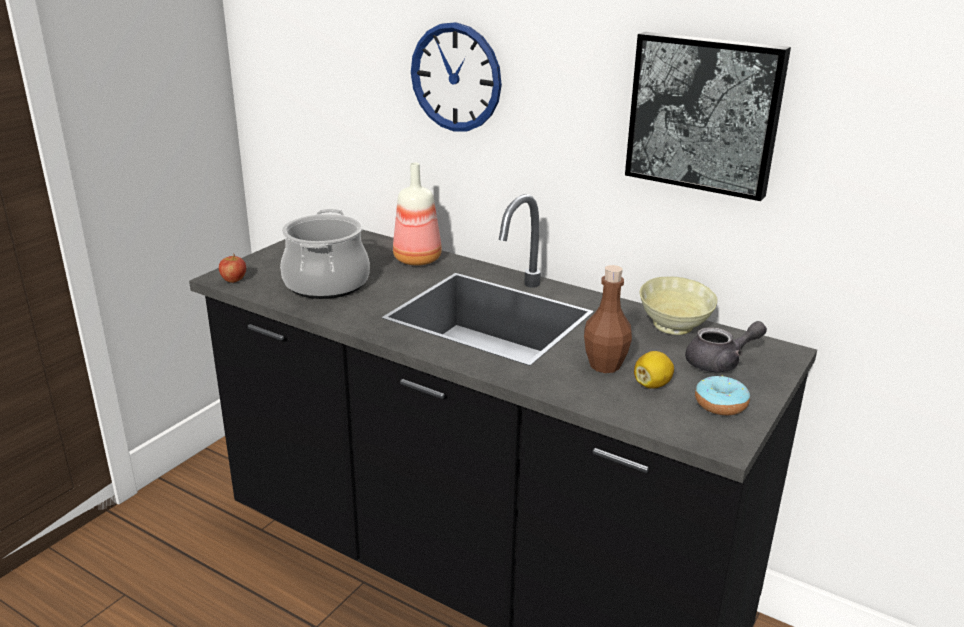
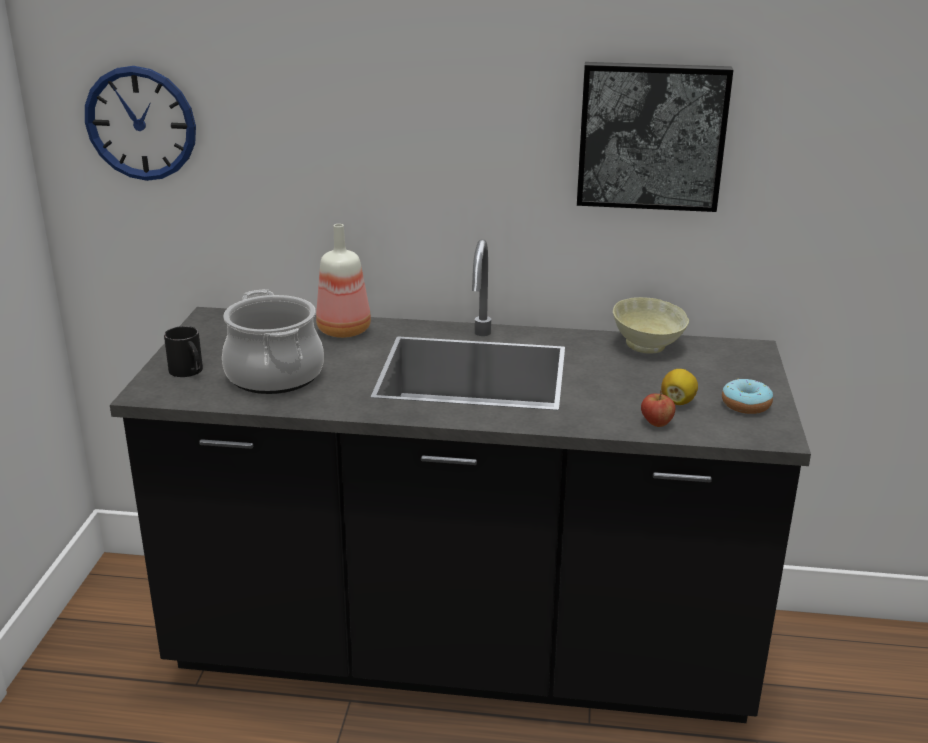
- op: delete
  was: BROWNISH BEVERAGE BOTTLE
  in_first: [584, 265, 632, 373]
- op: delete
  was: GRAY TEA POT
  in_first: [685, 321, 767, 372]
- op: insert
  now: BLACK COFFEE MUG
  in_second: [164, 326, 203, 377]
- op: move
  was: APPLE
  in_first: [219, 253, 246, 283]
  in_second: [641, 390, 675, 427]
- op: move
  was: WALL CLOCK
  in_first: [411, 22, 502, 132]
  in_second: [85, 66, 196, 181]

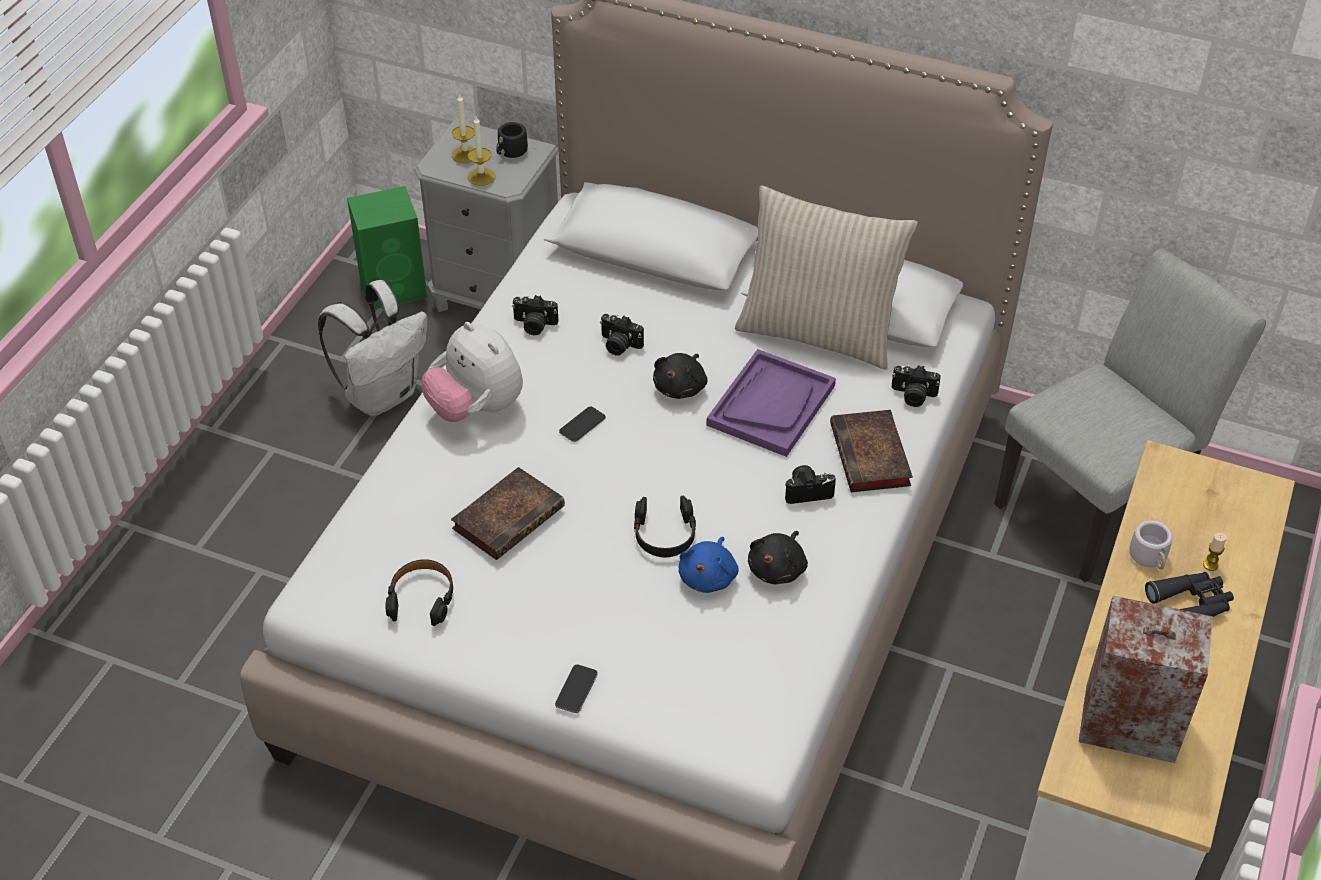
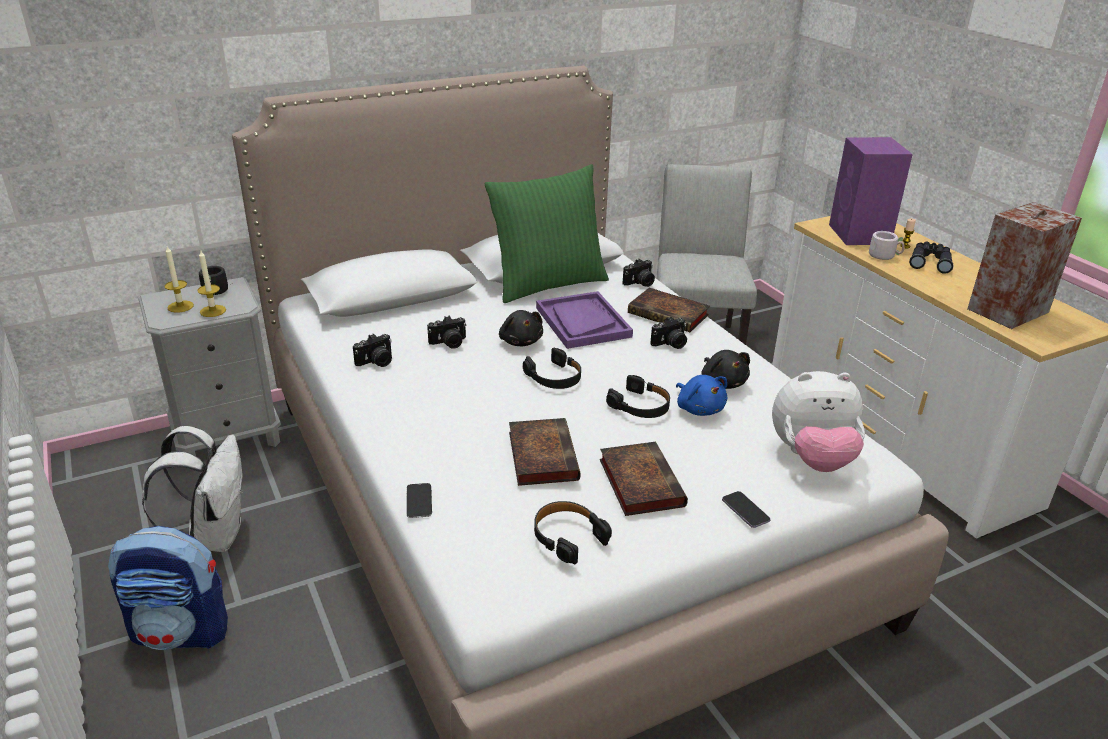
- op: delete
  was: GREENISH LOUDSPEAKER
  in_first: [347, 186, 428, 310]
- op: insert
  now: BACKPACK
  in_second: [108, 526, 228, 650]
- op: insert
  now: BLACK HEADSET
  in_second: [523, 348, 581, 389]
- op: insert
  now: BOUND BOOK
  in_second: [600, 442, 688, 516]
- op: insert
  now: PURPLE-COLOURED LOUDSPEAKER
  in_second: [829, 137, 913, 245]
- op: move
  was: PLUSH TOY
  in_first: [421, 322, 523, 422]
  in_second: [772, 371, 865, 472]
- op: move
  was: HANDSET
  in_first: [559, 406, 606, 442]
  in_second: [406, 483, 432, 518]
- op: recolor
  was: BEIGE CUSHION
  now: GREENISH CUSHION
  in_first: [735, 186, 918, 370]
  in_second: [485, 164, 609, 303]
- op: rotate
  was: PHOTO CAMERA
  in_first: [785, 465, 836, 504]
  in_second: [650, 317, 687, 349]
  clockwise: -150

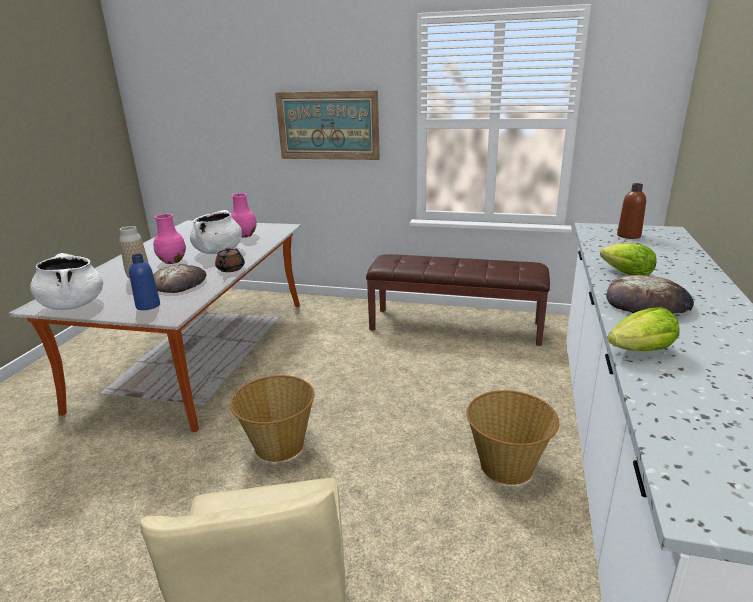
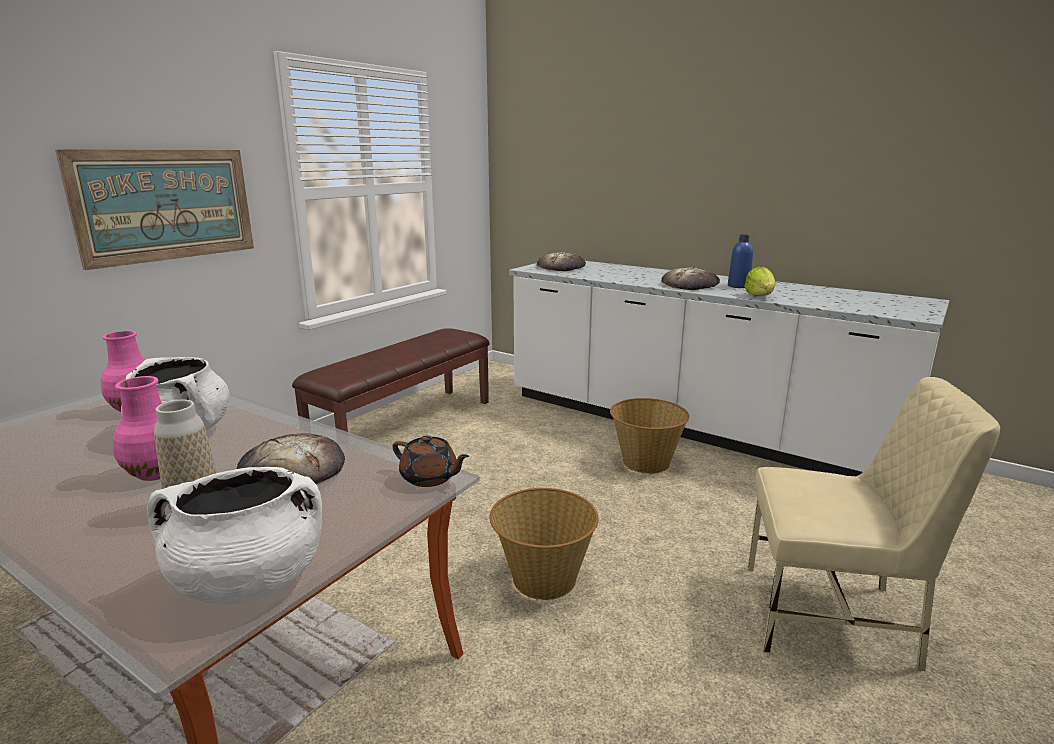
- op: delete
  was: LETTUCE
  in_first: [600, 243, 657, 275]
- op: move
  was: BLUE BEVERAGE BOTTLE
  in_first: [129, 254, 160, 310]
  in_second: [728, 235, 753, 288]
- op: move
  was: BROWNISH TEA POT
  in_first: [215, 247, 245, 272]
  in_second: [392, 435, 469, 487]
- op: replace
  was: BROWNISH BEVERAGE BOTTLE
  now: BAKED BREAD
  in_first: [617, 183, 646, 239]
  in_second: [537, 252, 586, 271]

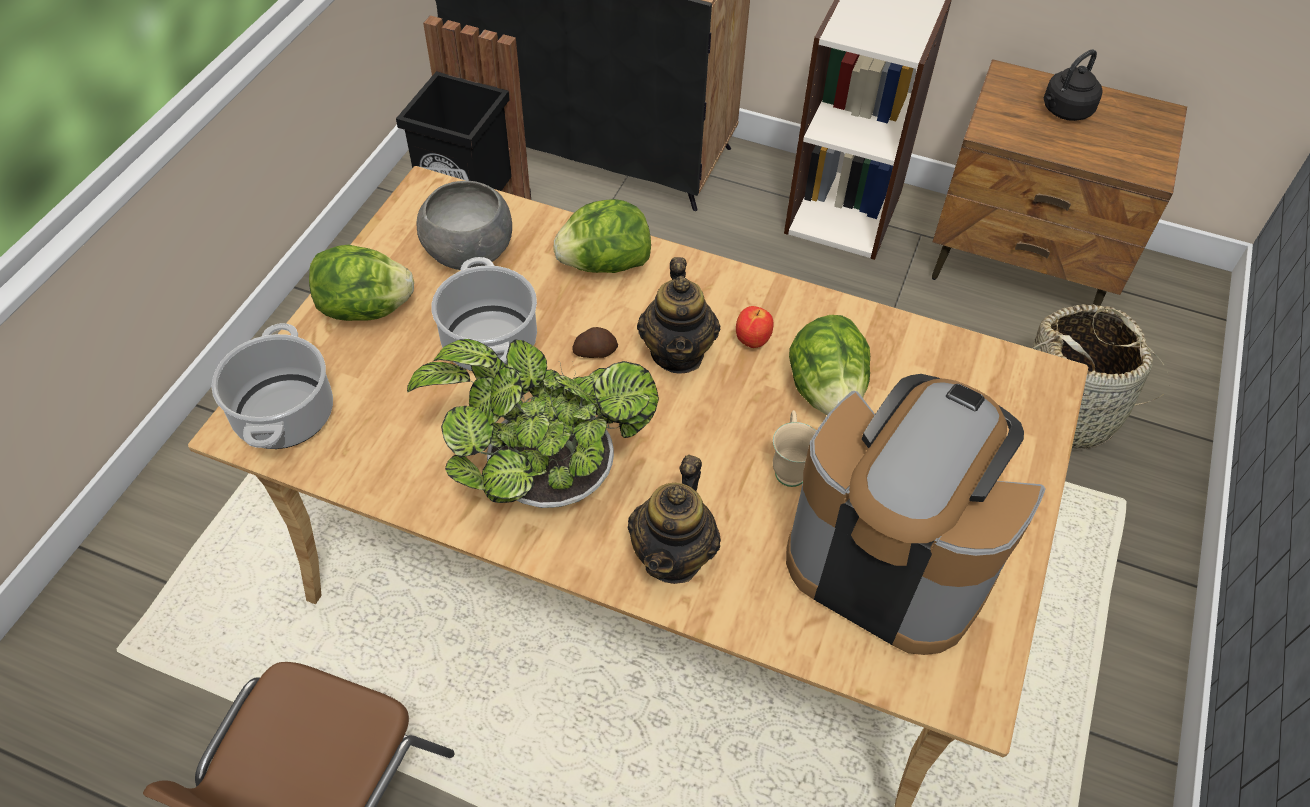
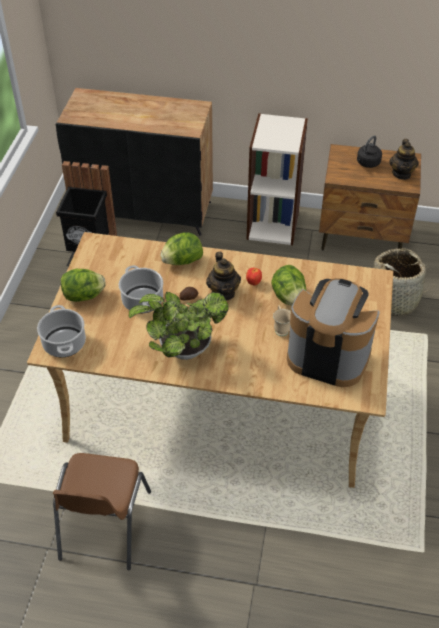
- op: delete
  was: GRAY BOWL
  in_first: [416, 181, 512, 270]
- op: move
  was: TEA POT
  in_first: [628, 455, 721, 584]
  in_second: [389, 139, 419, 180]

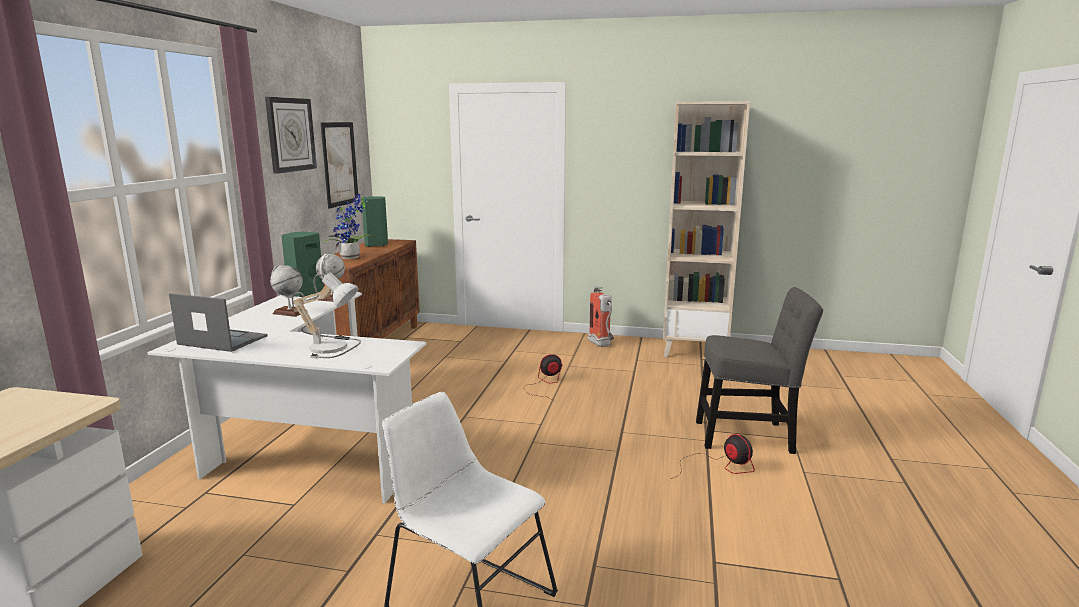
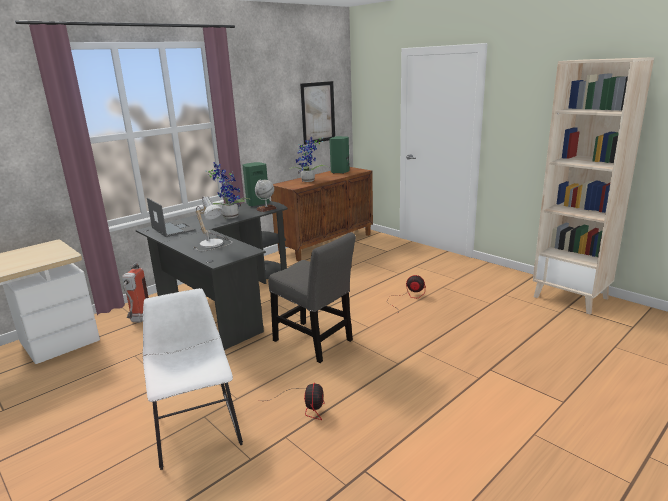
- op: delete
  was: WALL CLOCK
  in_first: [265, 97, 317, 174]
- op: move
  was: FIRE-FIGHTING CYLINDER
  in_first: [588, 286, 614, 347]
  in_second: [122, 263, 149, 322]
- op: move
  was: COOLING FAN
  in_first: [670, 434, 755, 479]
  in_second: [267, 383, 325, 420]
- op: move
  was: GRAY CHAIR
  in_first: [696, 287, 823, 454]
  in_second: [268, 232, 356, 363]
- op: replace
  was: GLOBE
  now: POTTED PLANT
  in_first: [270, 264, 308, 317]
  in_second: [205, 162, 251, 218]
- op: recolor
  was: WHITE DESK TABLE
  now: BLACK DESK TABLE
  in_first: [147, 292, 426, 504]
  in_second: [136, 201, 288, 350]

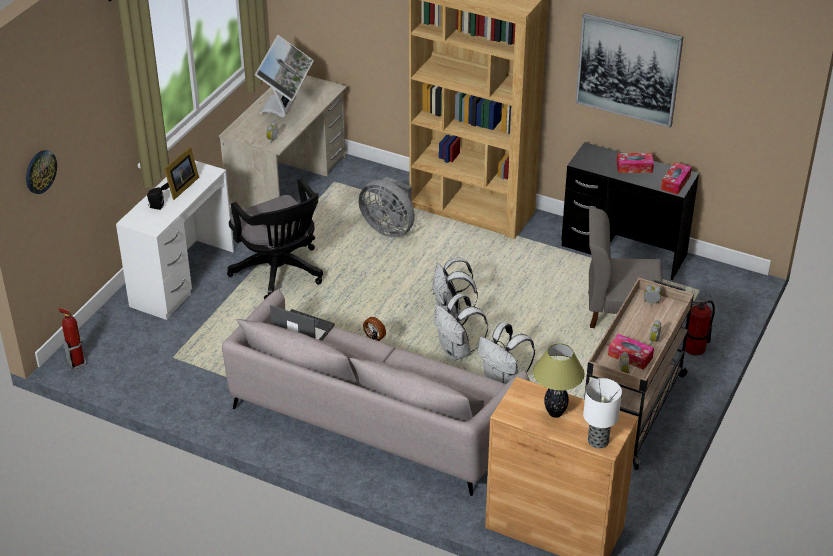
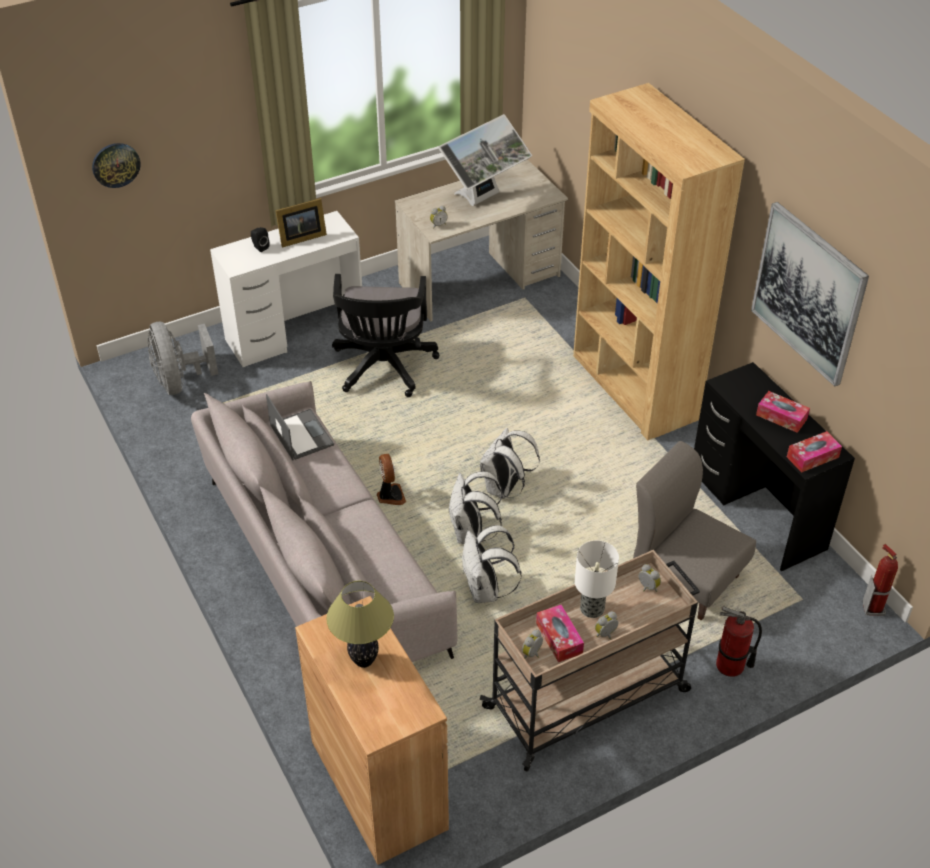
- op: move
  was: FIRE-FIGHTING CYLINDER
  in_first: [58, 308, 87, 370]
  in_second: [863, 544, 898, 616]
- op: move
  was: GRAY COOLING FAN
  in_first: [358, 177, 415, 238]
  in_second: [148, 322, 218, 395]
- op: move
  was: TABLETOP LAMP
  in_first: [583, 378, 622, 449]
  in_second: [575, 540, 619, 618]

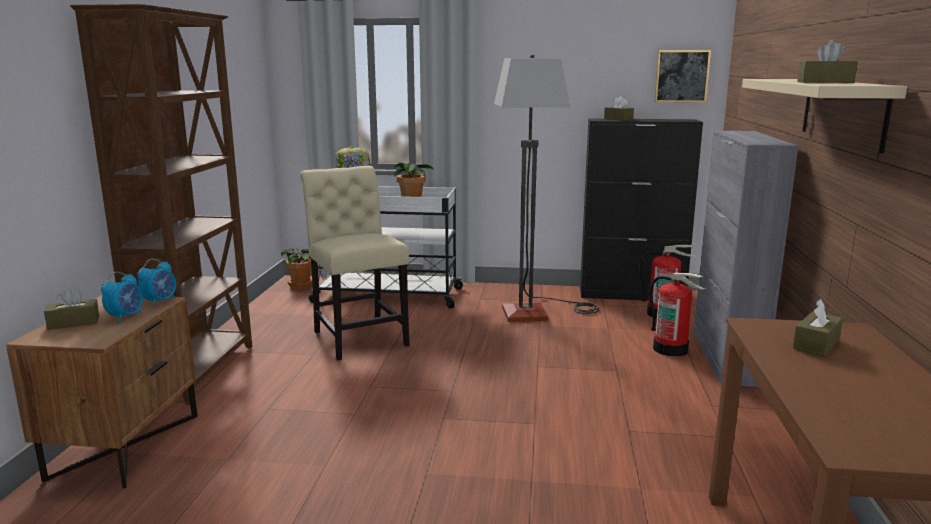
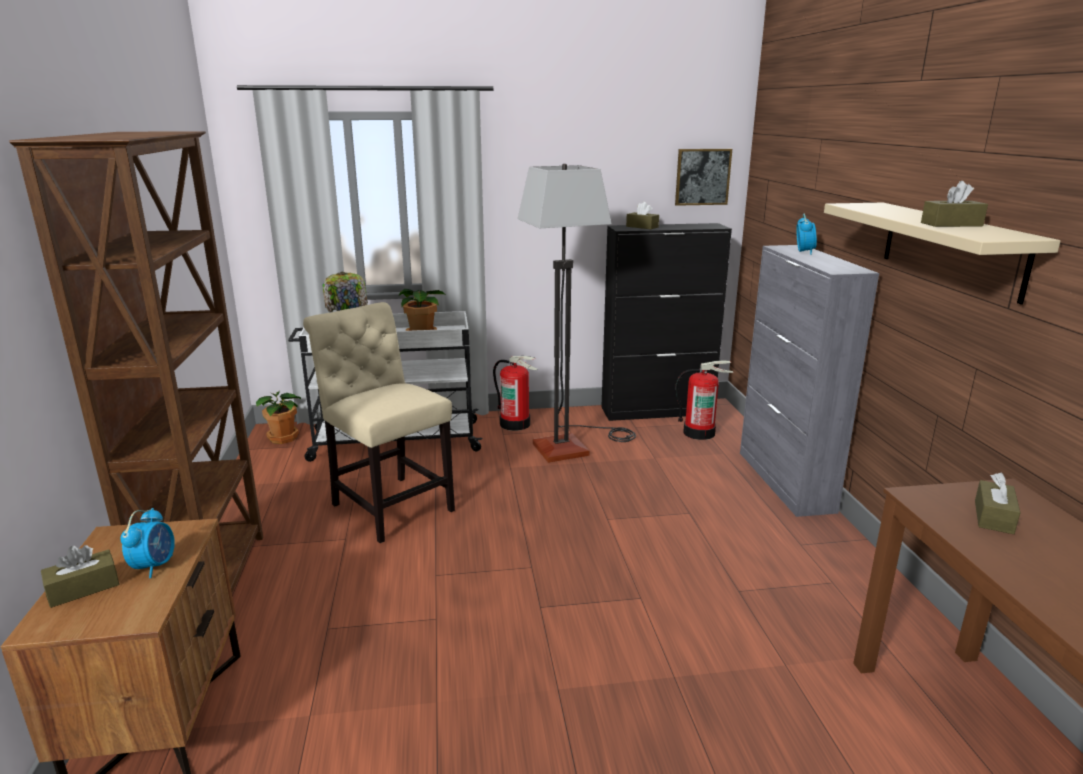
- op: move
  was: ALARM CLOCK
  in_first: [137, 259, 176, 307]
  in_second: [796, 214, 817, 255]
- op: move
  was: FIRE-FIGHTING CYLINDER
  in_first: [650, 273, 705, 357]
  in_second: [493, 356, 538, 431]

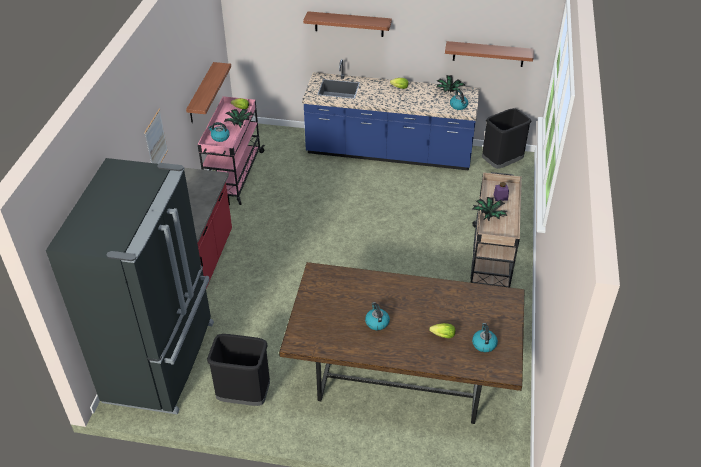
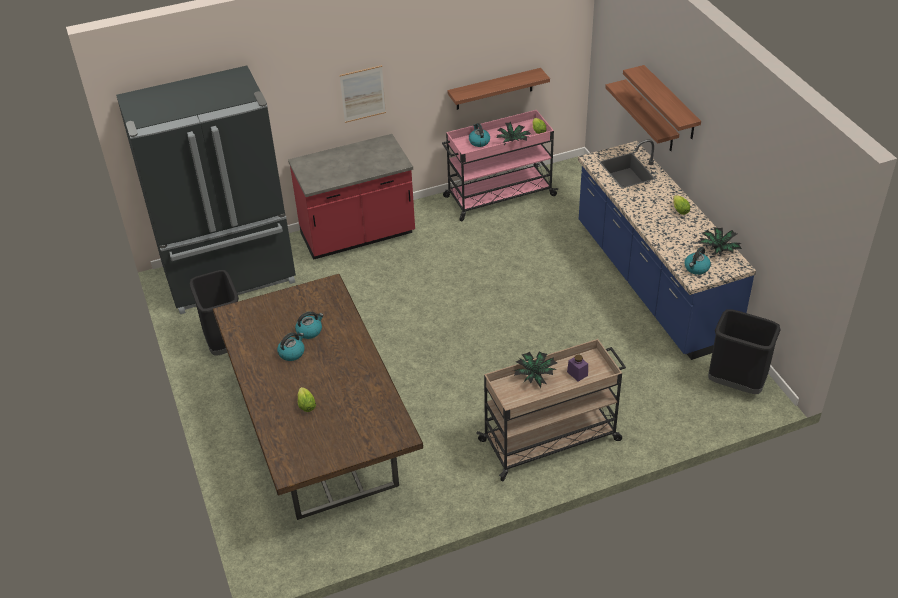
- op: move
  was: SHELF
  in_first: [445, 41, 534, 67]
  in_second: [605, 79, 679, 151]
- op: move
  was: TEA KETTLE
  in_first: [472, 323, 498, 352]
  in_second: [295, 311, 324, 339]

